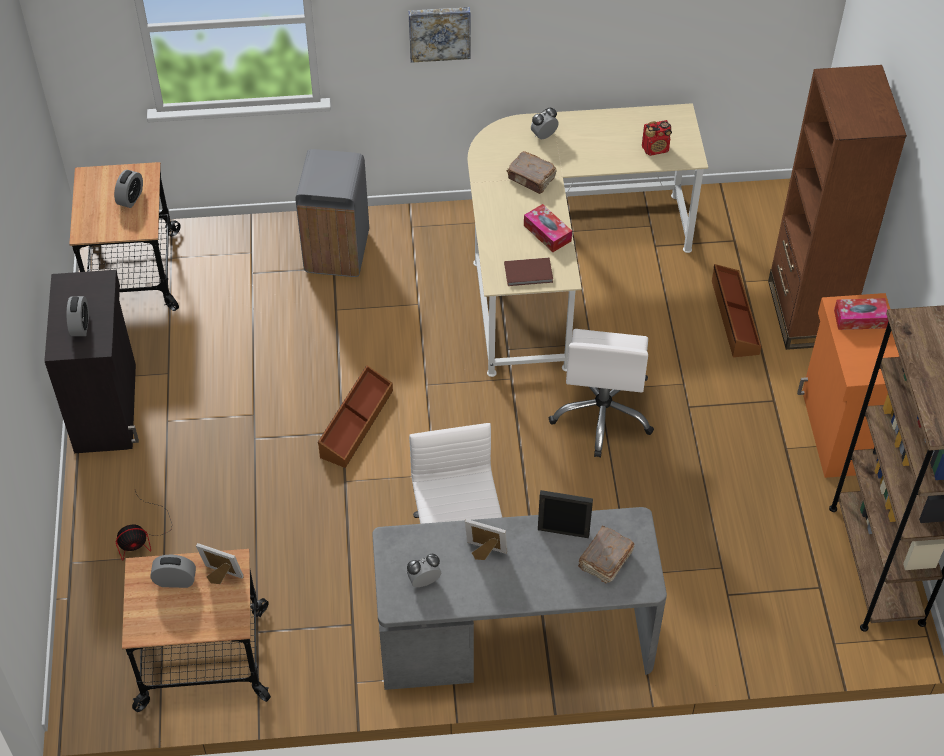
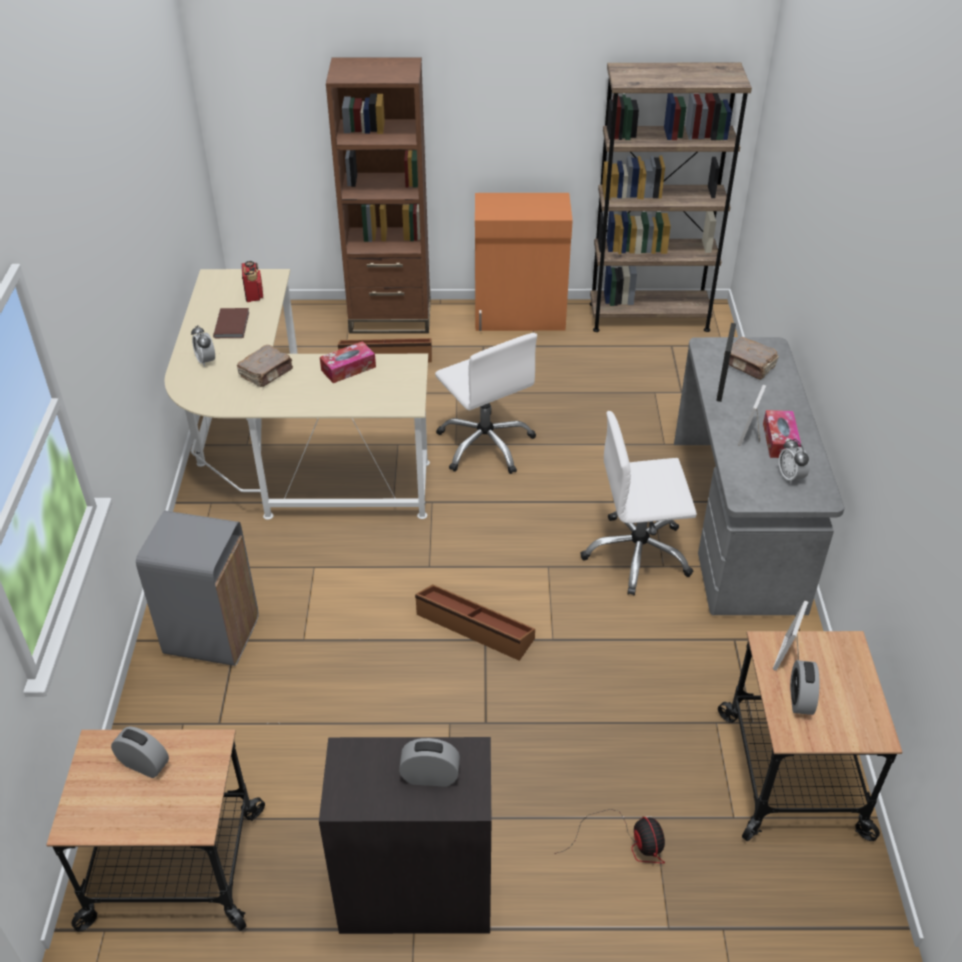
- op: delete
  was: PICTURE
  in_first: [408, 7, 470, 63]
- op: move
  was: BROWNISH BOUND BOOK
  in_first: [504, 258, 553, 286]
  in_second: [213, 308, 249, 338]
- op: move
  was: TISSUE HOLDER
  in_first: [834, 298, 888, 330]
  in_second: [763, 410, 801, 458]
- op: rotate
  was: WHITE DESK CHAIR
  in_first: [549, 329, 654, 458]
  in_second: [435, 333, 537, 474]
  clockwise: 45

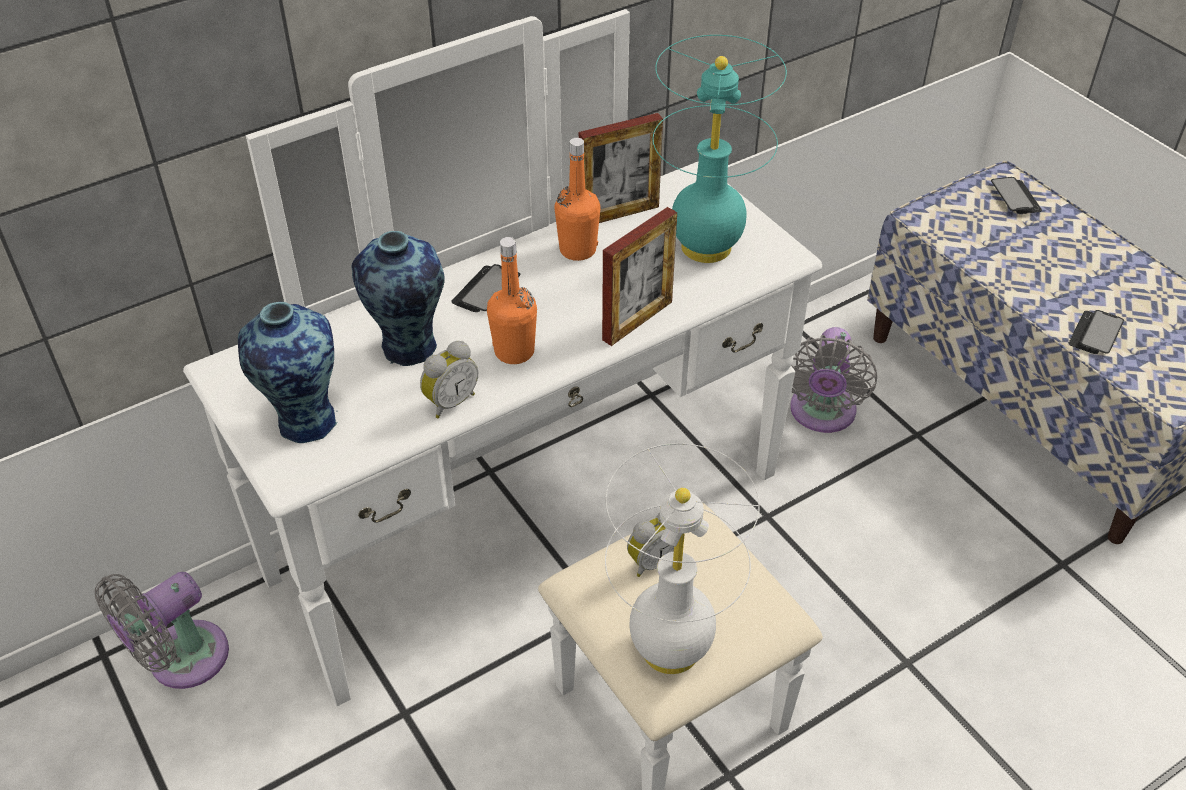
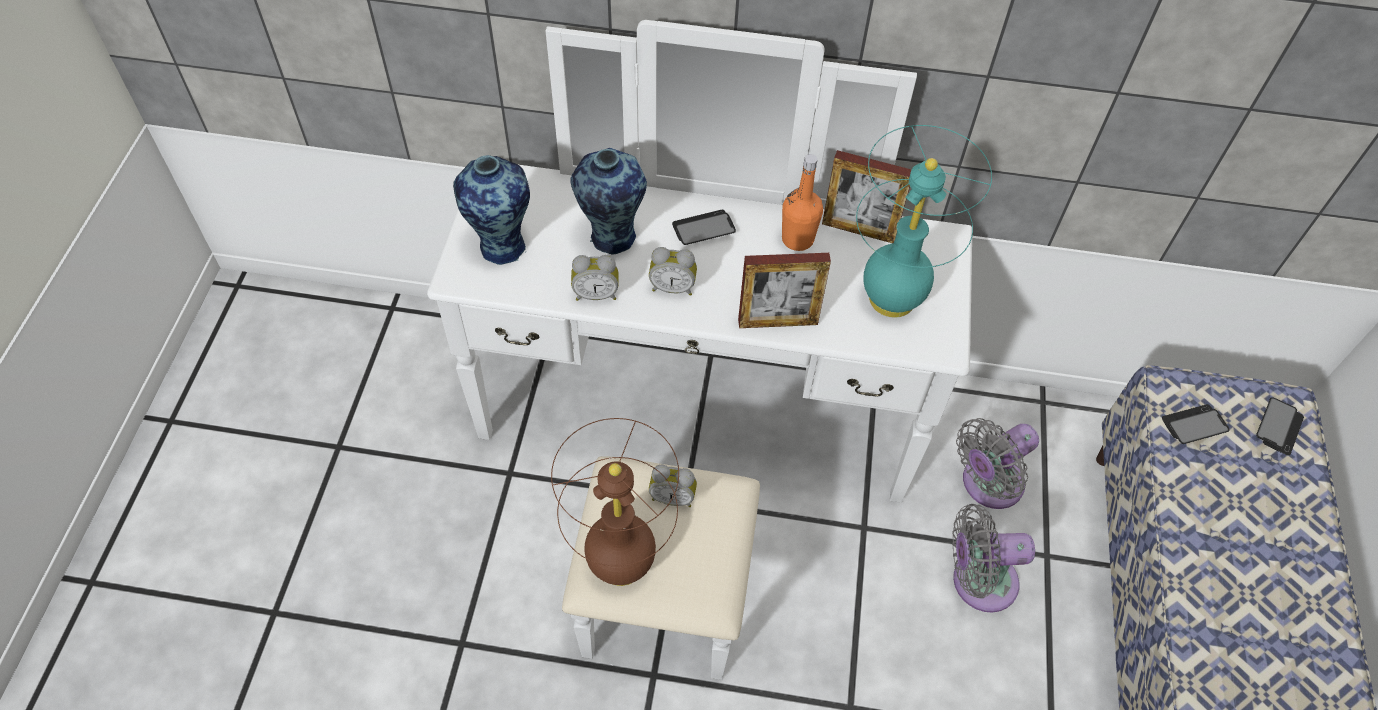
- op: move
  was: GRAY COOLING FAN
  in_first: [95, 572, 229, 689]
  in_second: [952, 504, 1035, 613]
- op: move
  was: HANDSET
  in_first: [1069, 310, 1124, 354]
  in_second: [1162, 404, 1230, 444]
- op: replace
  was: ORANGEY BEVERAGE BOTTLE
  now: ALARM CLOCK
  in_first: [487, 237, 537, 364]
  in_second: [649, 247, 697, 296]
- op: recolor
  was: WHITE TABLETOP LAMP
  now: BROWNISH TABLETOP LAMP
  in_first: [605, 443, 760, 674]
  in_second: [551, 418, 679, 586]

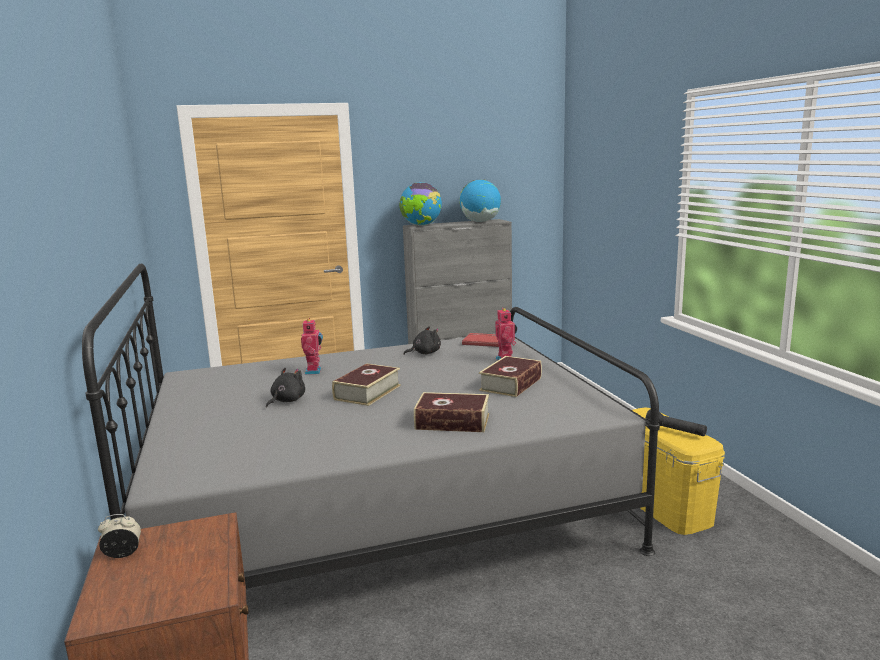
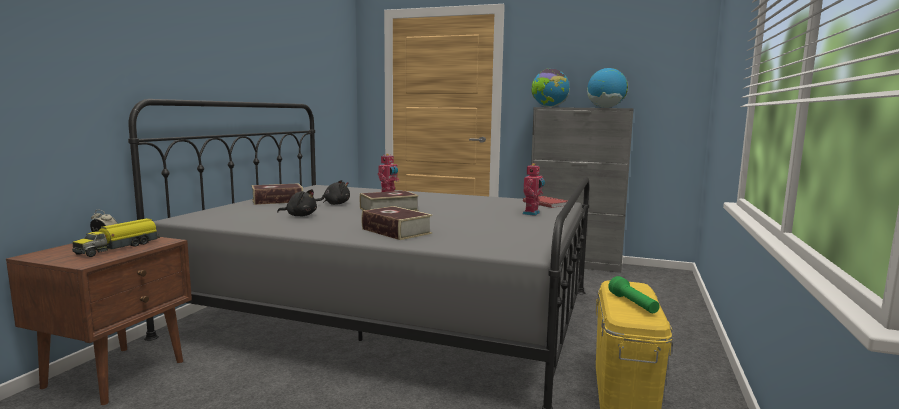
- op: insert
  now: TOY TRUCK
  in_second: [72, 218, 160, 257]
- op: move
  was: BLACK PLUSH TOY
  in_first: [403, 326, 441, 355]
  in_second: [277, 189, 317, 216]
- op: move
  was: BOUND BOOK
  in_first: [479, 356, 542, 397]
  in_second: [252, 183, 303, 205]
- op: recolor
  was: BLACK FLASHLIGHT
  now: GREENISH FLASHLIGHT
  in_first: [645, 409, 707, 436]
  in_second: [608, 276, 660, 313]

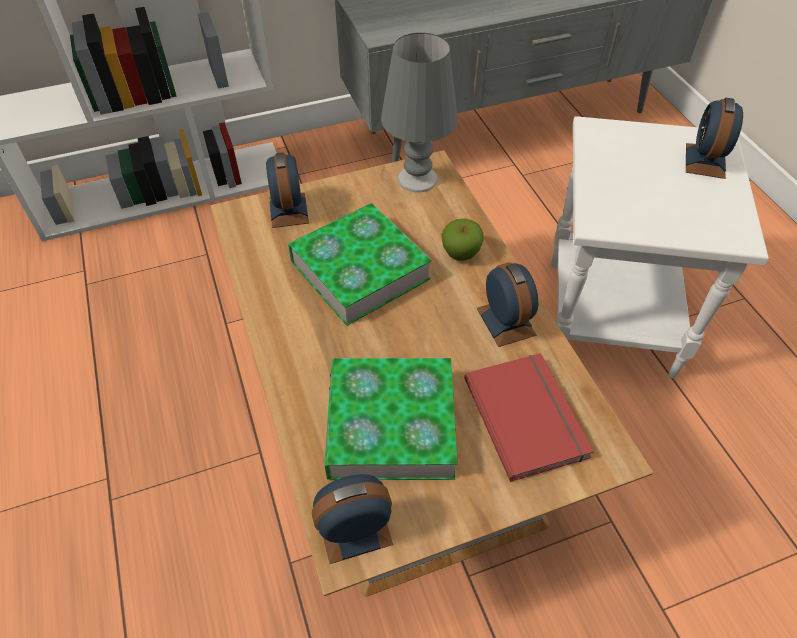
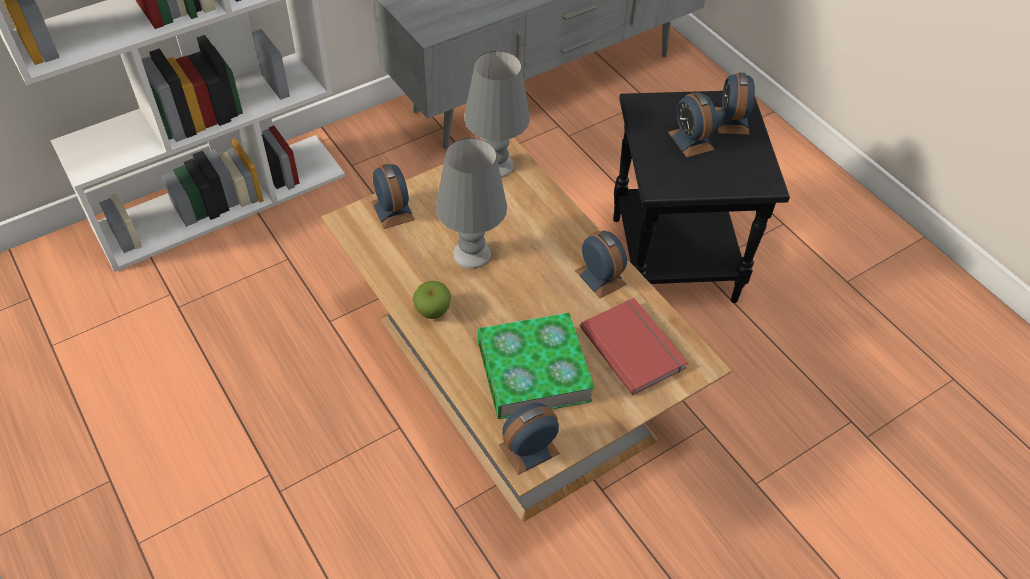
- op: insert
  now: ALARM CLOCK
  in_second: [668, 92, 717, 158]
- op: move
  was: APPLE
  in_first: [441, 219, 484, 261]
  in_second: [413, 281, 451, 319]
- op: replace
  was: BOUND BOOK
  now: GRAY TABLETOP LAMP
  in_first: [288, 203, 432, 326]
  in_second: [436, 138, 507, 269]
- op: recolor
  was: WHITE ACCENT TABLE
  now: BLACK ACCENT TABLE
  in_first: [551, 116, 769, 378]
  in_second: [613, 91, 790, 303]

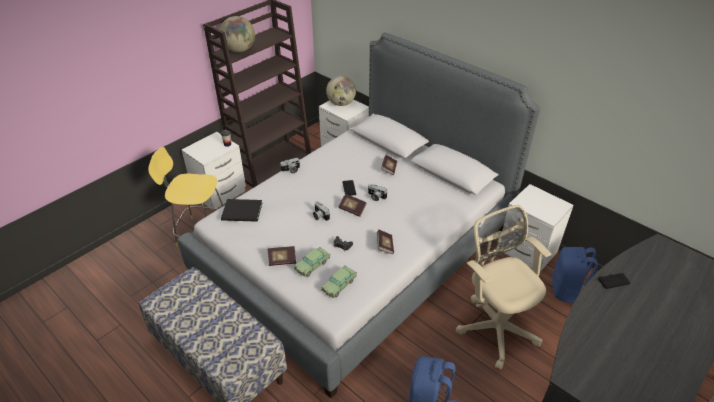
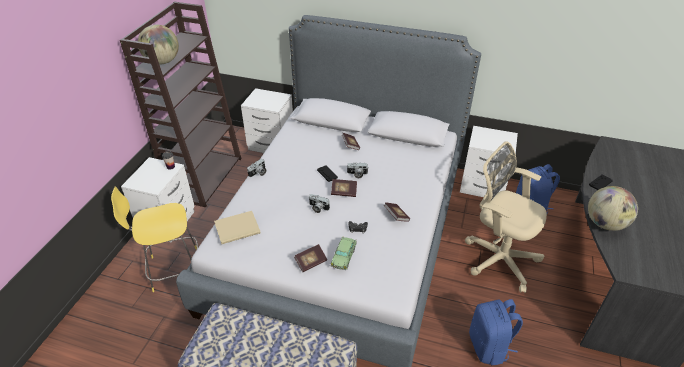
- op: delete
  was: MODEL CAR
  in_first: [321, 265, 357, 298]
- op: move
  was: GLOBE
  in_first: [326, 76, 356, 106]
  in_second: [588, 186, 638, 231]
- op: recolor
  was: BLACK BOUND BOOK
  now: BEIGE BOUND BOOK
  in_first: [221, 199, 262, 222]
  in_second: [214, 211, 261, 244]

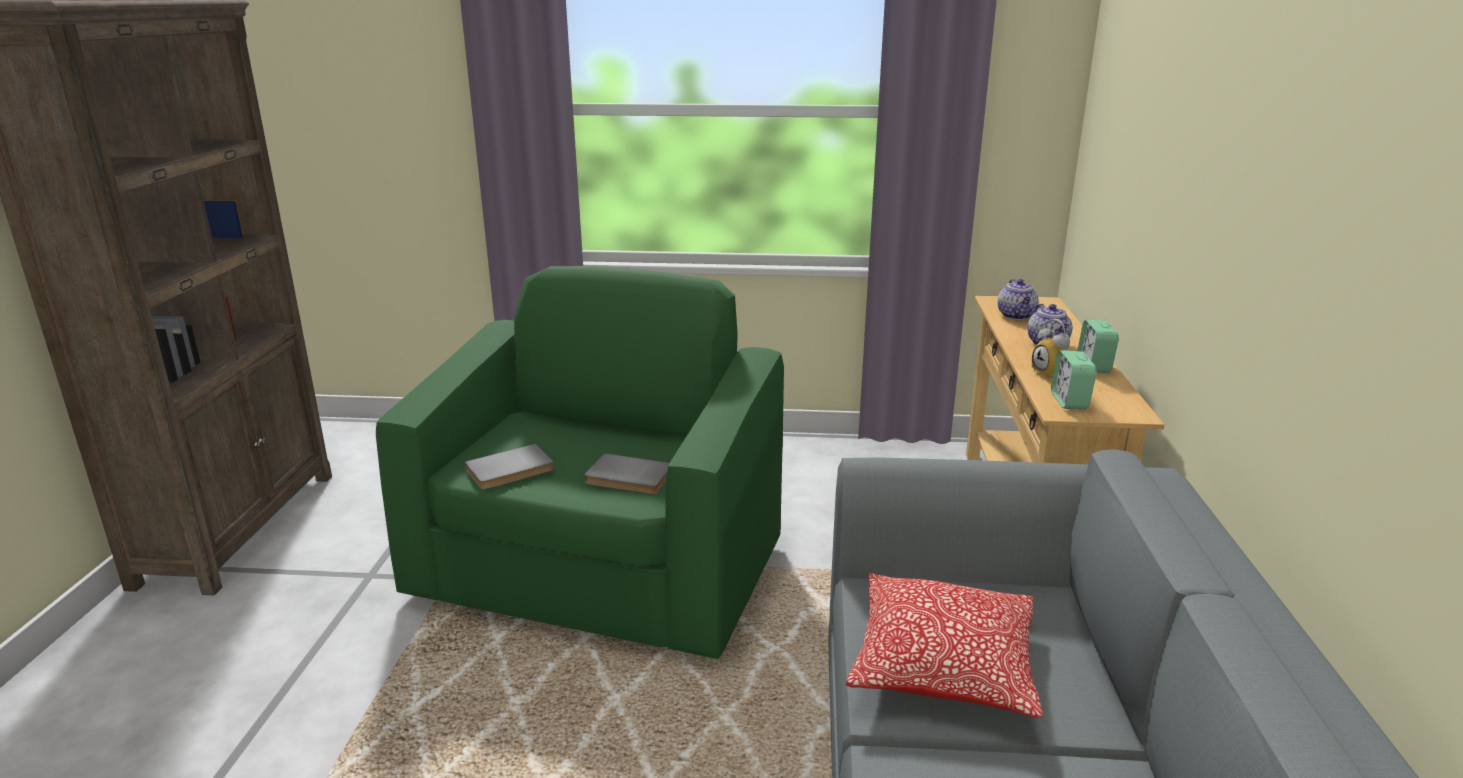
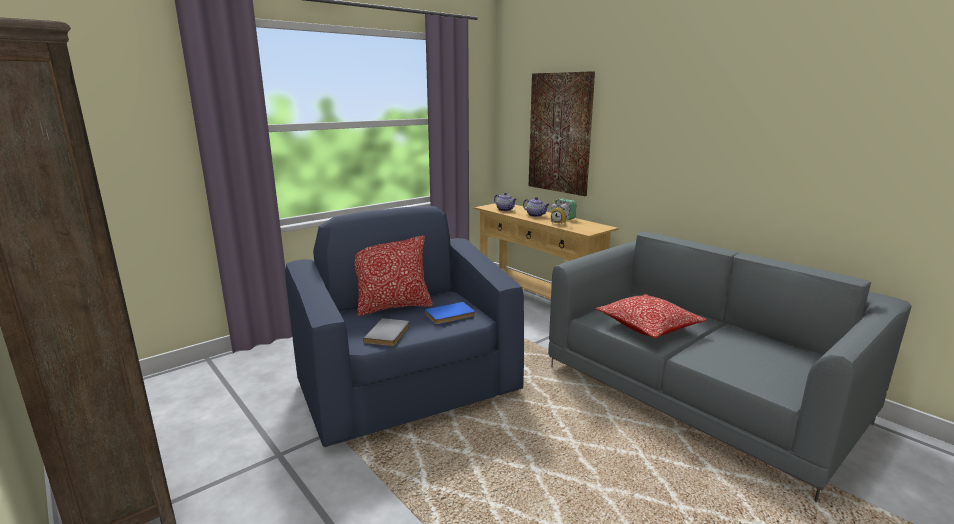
- op: delete
  was: ALARM CLOCK
  in_first: [1051, 351, 1096, 409]
- op: insert
  now: CUSHION
  in_second: [355, 236, 433, 316]
- op: insert
  now: PICTURE
  in_second: [529, 71, 595, 196]
- op: recolor
  was: GREENISH EASY CHAIR
  now: BLUE EASY CHAIR
  in_first: [376, 266, 784, 659]
  in_second: [285, 206, 524, 447]
- op: recolor
  was: GRAY BOUND BOOK
  now: BLUE BOUND BOOK
  in_first: [585, 453, 670, 495]
  in_second: [424, 302, 475, 325]

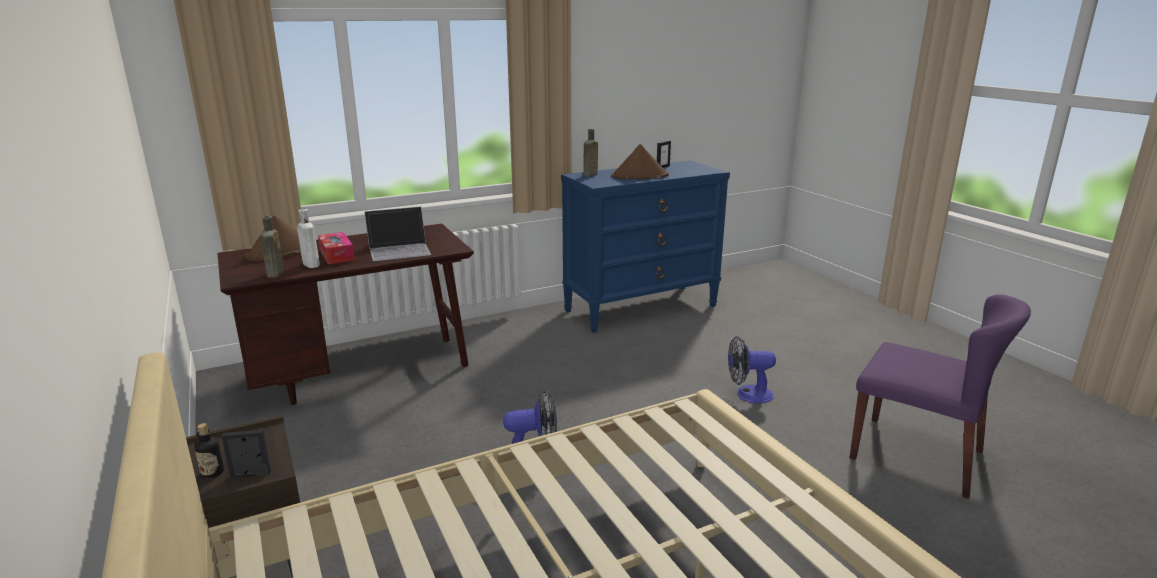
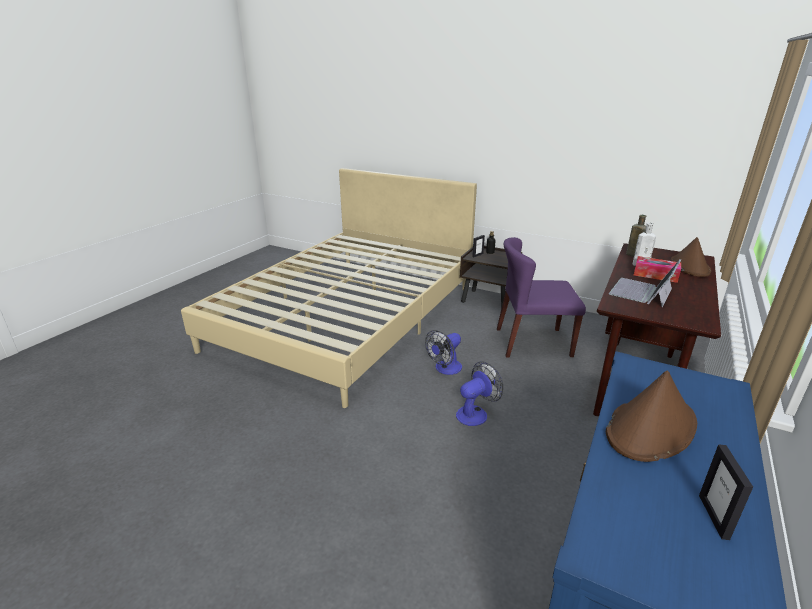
- op: delete
  was: BROWNISH BEVERAGE BOTTLE
  in_first: [583, 129, 598, 177]
- op: move
  was: COOLING FAN
  in_first: [728, 336, 776, 404]
  in_second: [456, 361, 503, 426]
- op: move
  was: PURPLE-COLOURED CHAIR
  in_first: [850, 294, 1031, 499]
  in_second: [497, 237, 586, 358]

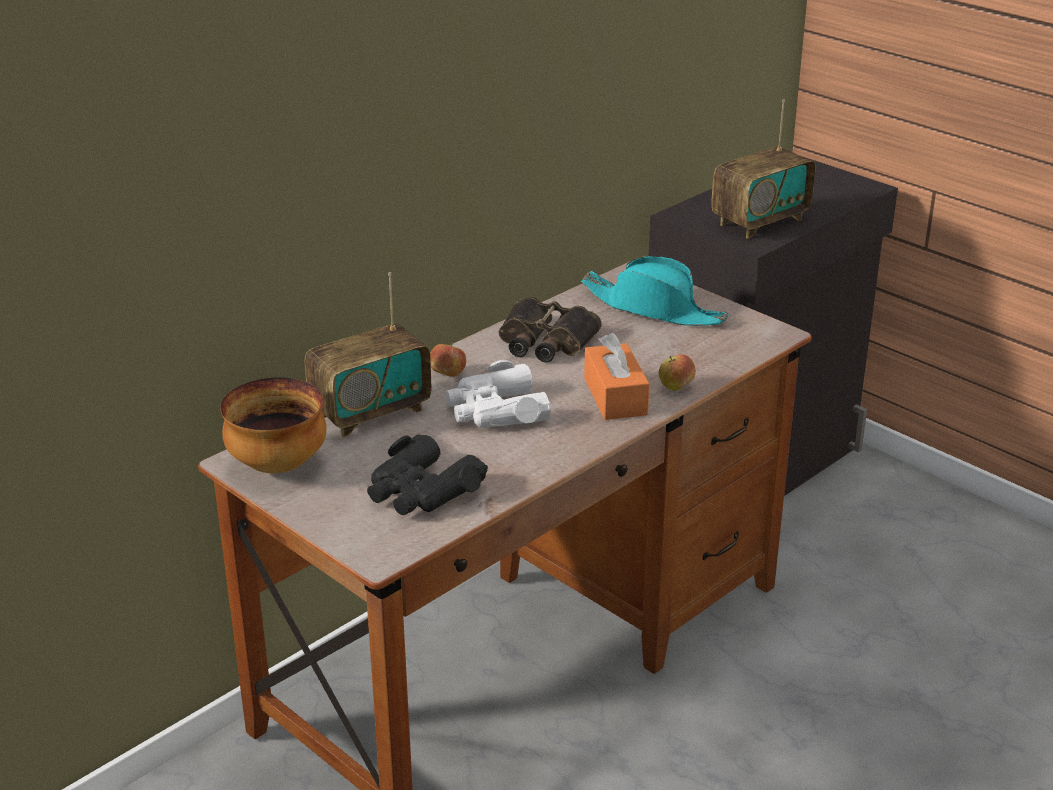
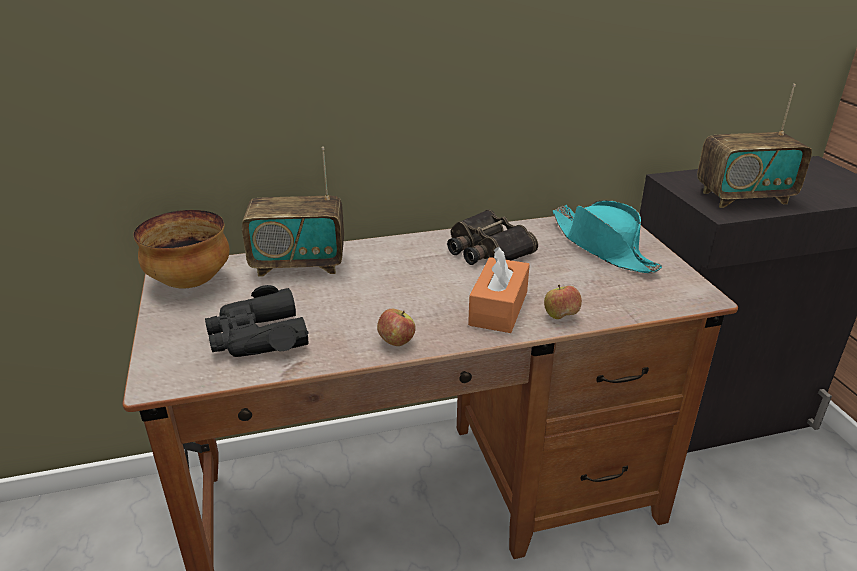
- op: delete
  was: WHITE PAIR OF BINOCULARS
  in_first: [445, 360, 552, 428]
- op: move
  was: APPLE
  in_first: [430, 343, 466, 377]
  in_second: [377, 309, 415, 346]

